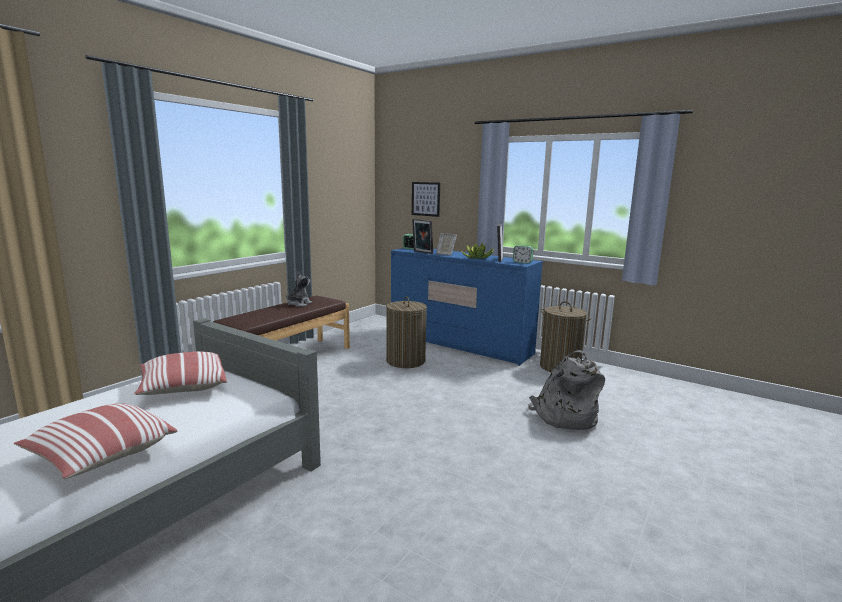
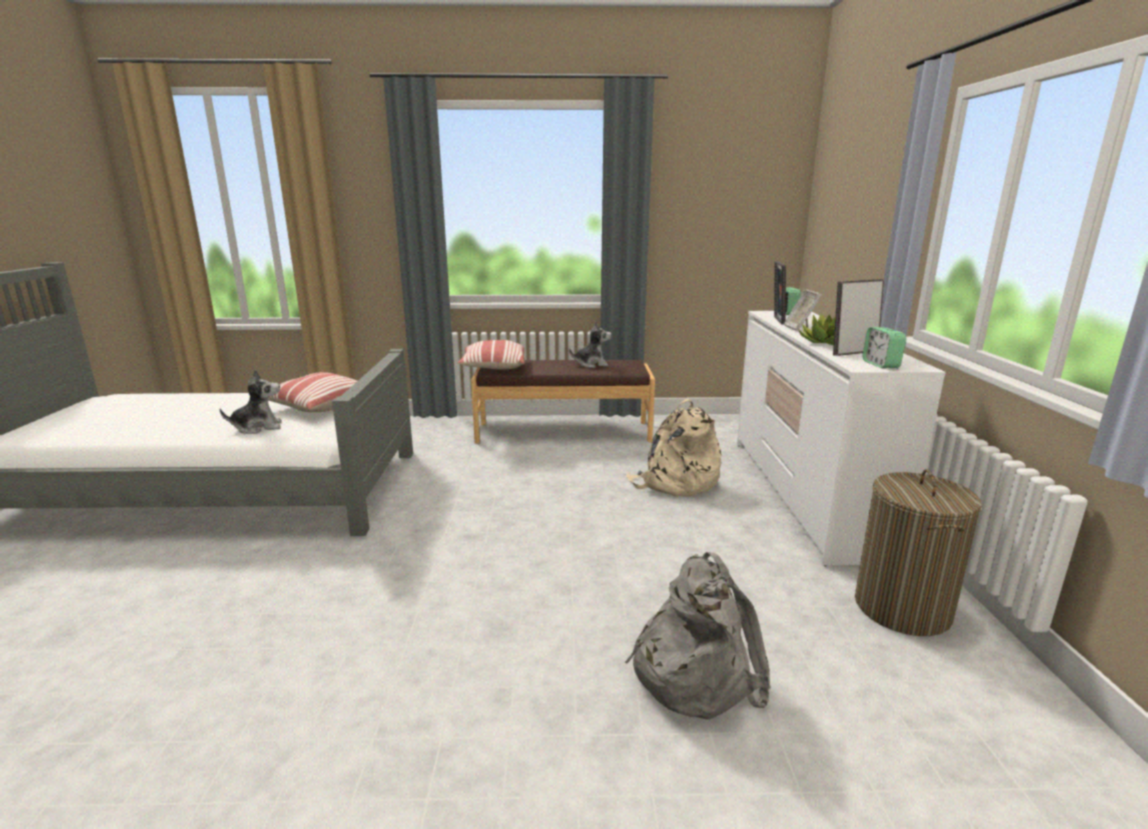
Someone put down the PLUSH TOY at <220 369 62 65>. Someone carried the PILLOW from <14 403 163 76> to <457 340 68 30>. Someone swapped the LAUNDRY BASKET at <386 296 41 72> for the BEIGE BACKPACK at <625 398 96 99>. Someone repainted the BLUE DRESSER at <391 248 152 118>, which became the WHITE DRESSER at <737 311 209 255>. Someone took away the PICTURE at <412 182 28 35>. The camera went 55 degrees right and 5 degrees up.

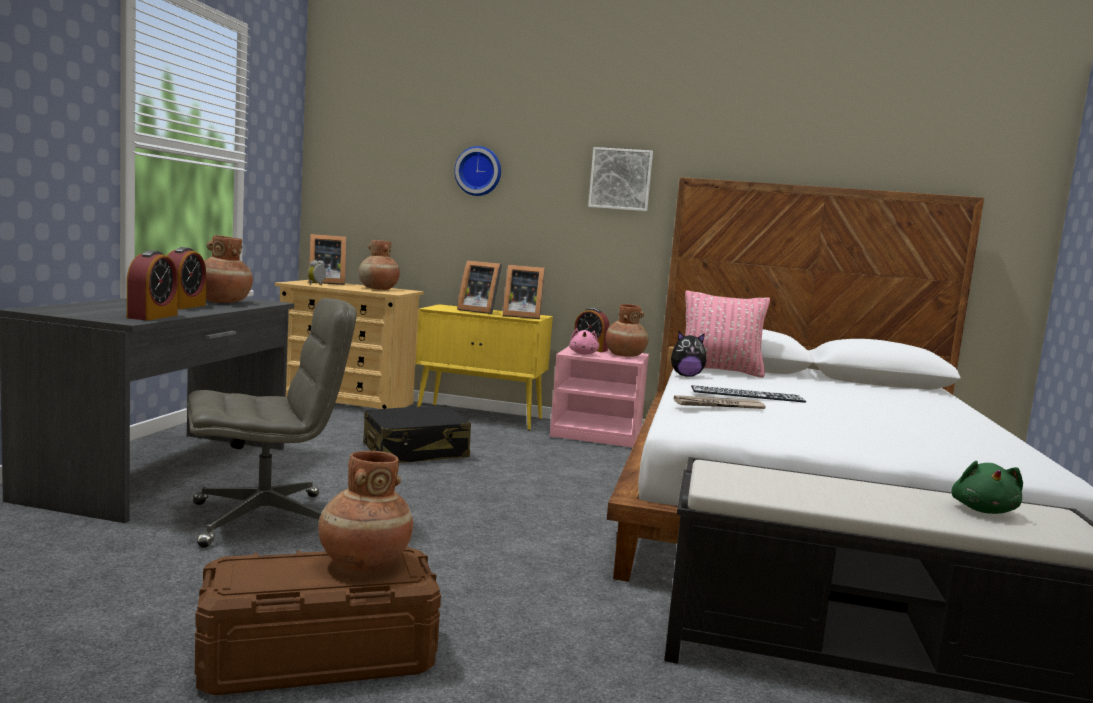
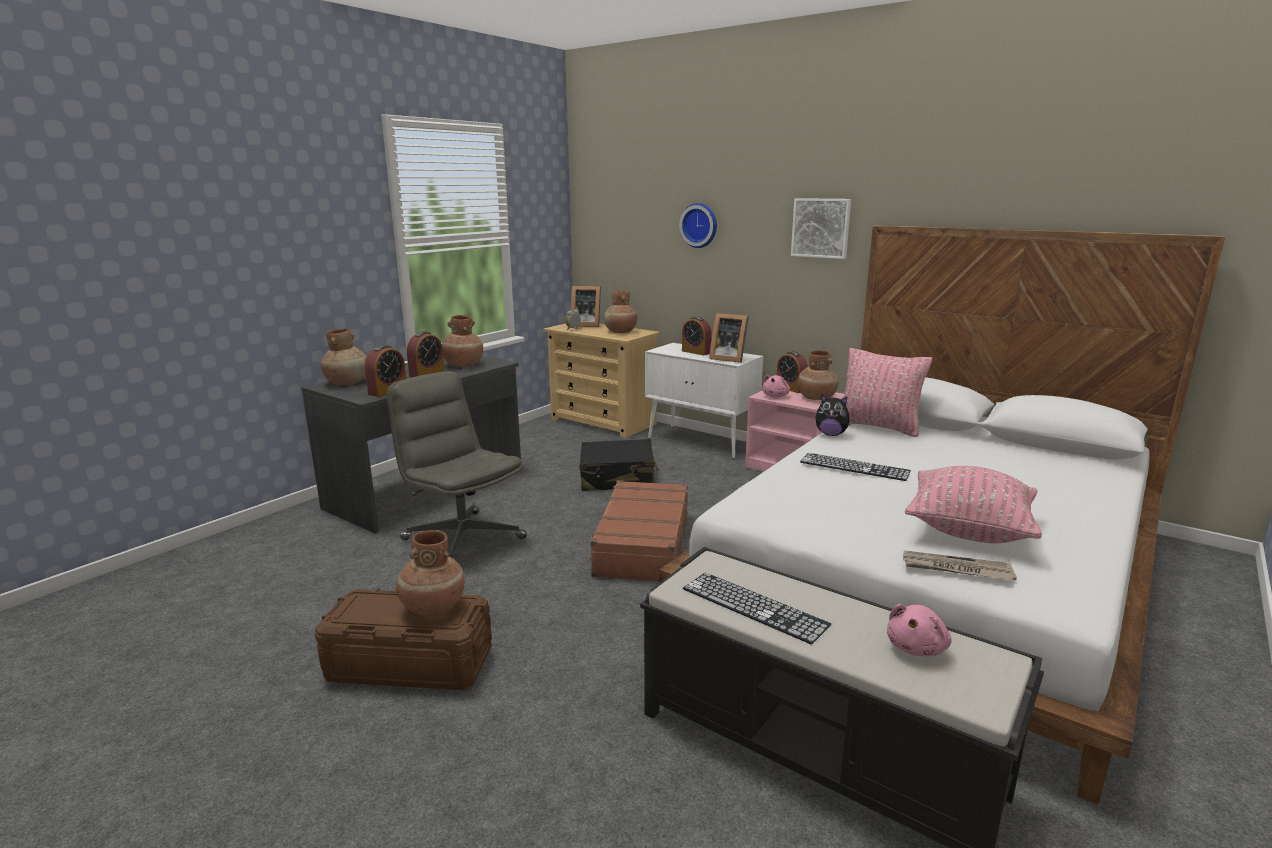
Someone put down the BROWN VASE at <321 329 46 56>. Someone rotated the GREY OFFICE CHAIR at <187 298 170 250> by 135 degrees counterclockwise. Someone put down the BROWN SUITCASE at <587 480 101 101>. Someone repainted the YELLOW CABINET at <416 304 137 126>, which became the WHITE CABINET at <645 343 118 116>. Someone swapped the PICTURE FRAME at <457 260 45 54> for the ALARM CLOCK at <682 316 30 39>. Someone put down the KEYBOARD at <683 573 148 71>. Someone repainted the GREEN PLUSH TOY at <951 460 72 54>, which became the PINK PLUSH TOY at <887 604 65 52>. Someone carried the NEWSPAPER from <674 395 92 14> to <903 551 114 29>. Someone put down the PINK PILLOW at <905 466 137 77>. The camera went 25 degrees right and 10 degrees up.

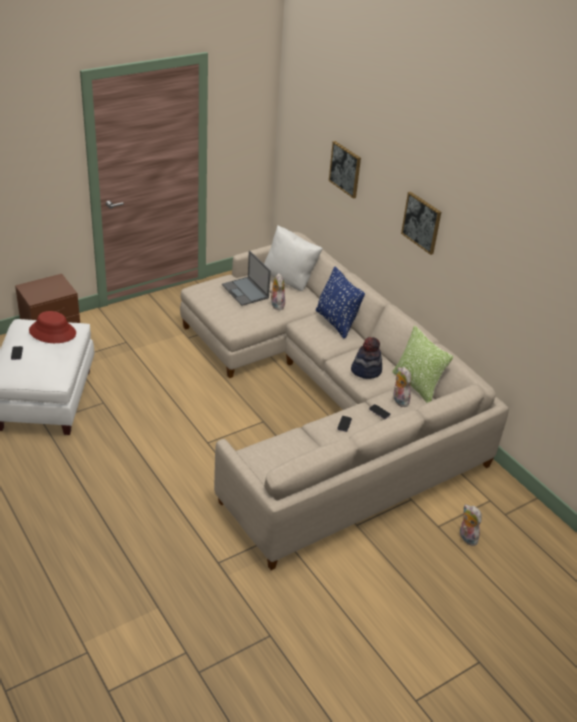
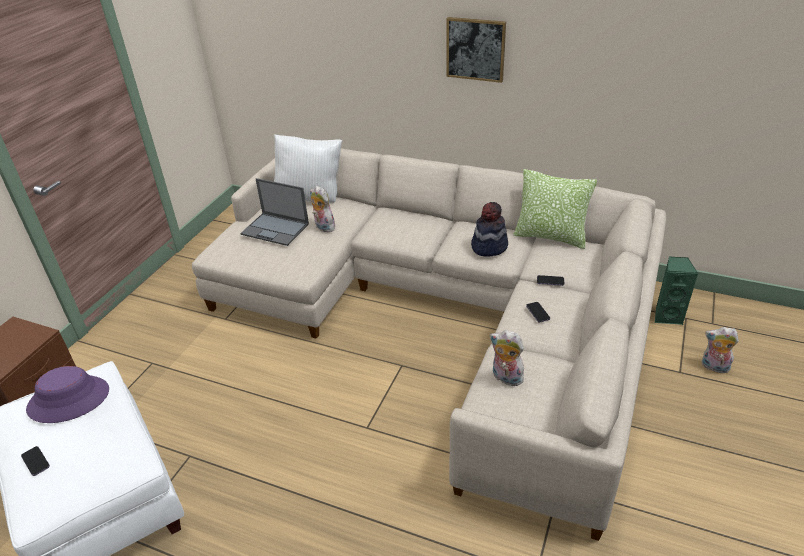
Someone repainted the RED HAT at <29 311 47 32>, which became the PURPLE HAT at <26 366 83 57>. Someone carried the PLUSH TOY from <393 367 18 40> to <490 330 34 56>. Someone put down the GREEN SPEAKER at <655 256 43 69>. Someone took away the BLUE PILLOW at <316 267 49 72>. Someone took away the PICTURE at <329 141 32 58>. The camera went 30 degrees left and 0 degrees up.

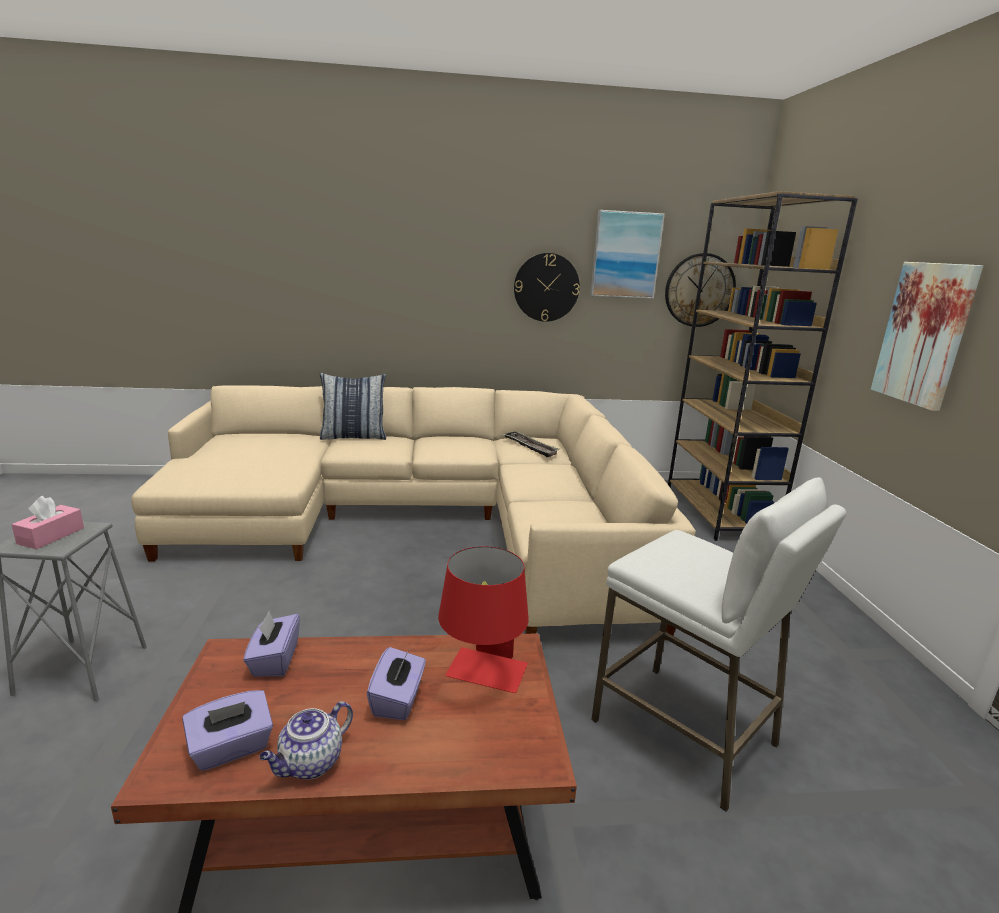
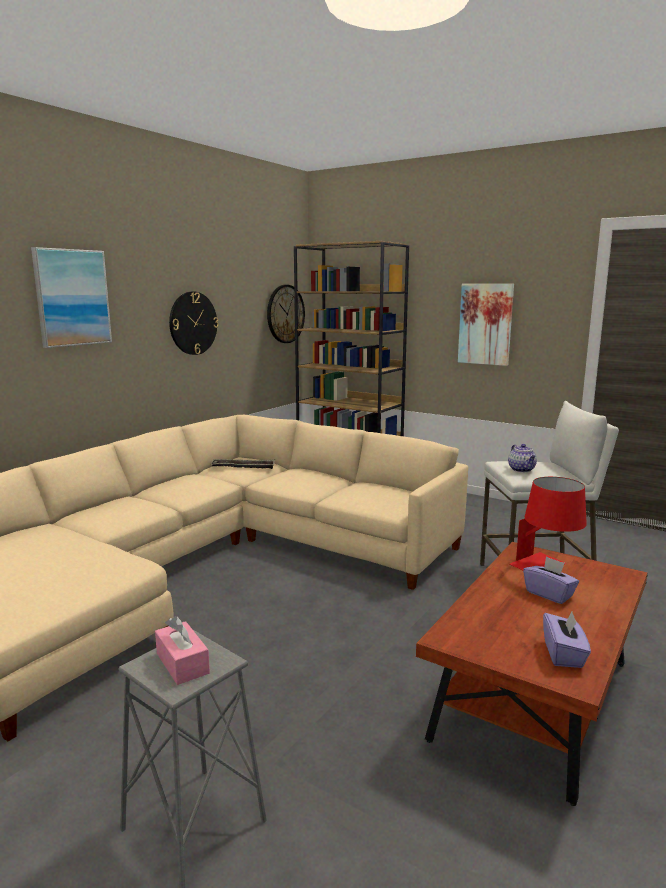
Someone carried the PICTURE from <590 210 75 89> to <31 247 81 101>. Someone carried the TEAPOT from <259 701 94 78> to <508 444 29 28>. Someone took away the PURPLE TISSUE BOX at <243 611 57 65>. Someone took away the PILLOW at <320 373 66 67>. The camera went 50 degrees left and 5 degrees down.

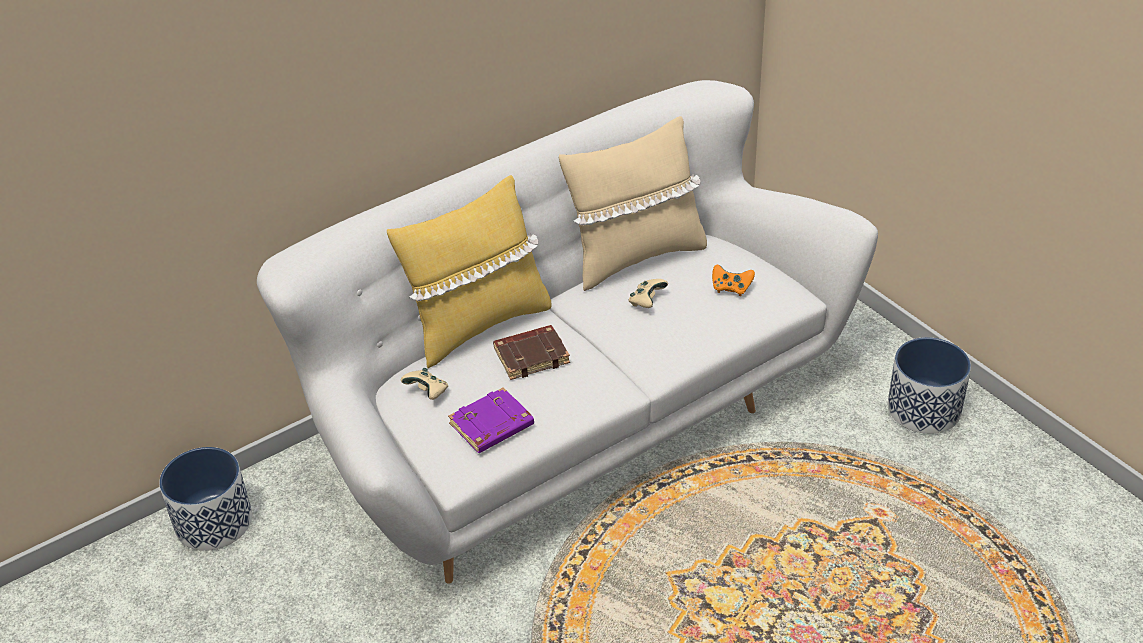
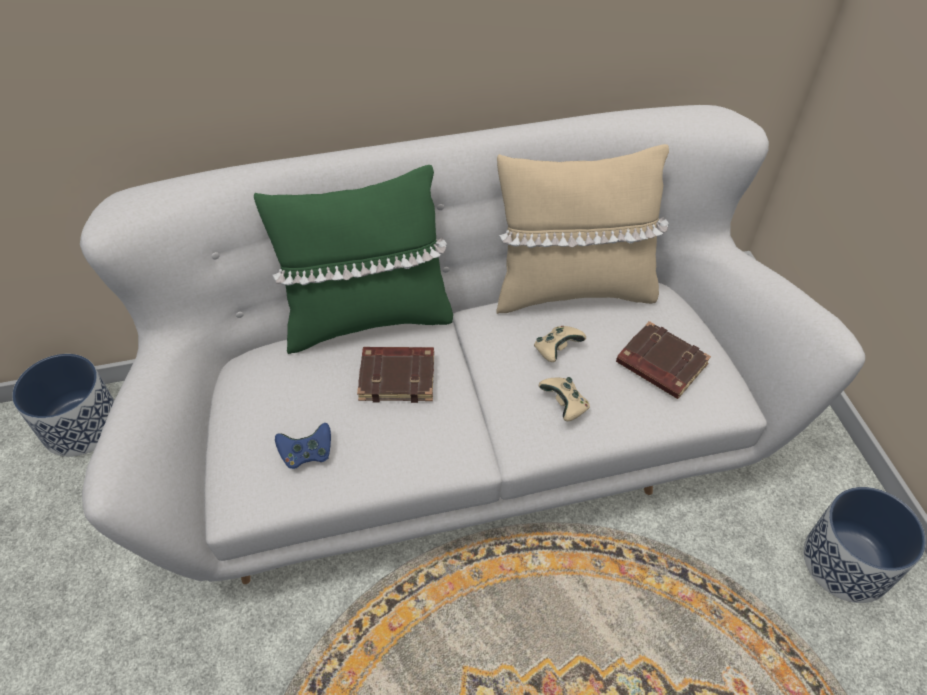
Someone repainted the YELLOW PILLOW at <387 175 165 193>, which became the GREEN PILLOW at <254 165 199 189>. Someone swapped the PURPLE BOOK at <448 387 86 66> for the BLUE GAME CONTROLLER at <275 423 56 46>. Someone carried the BEIGE GAME CONTROLLER from <401 368 48 32> to <539 377 51 44>. Someone swapped the ORANGE GAME CONTROLLER at <712 264 43 32> for the BROWN BOOK at <616 321 95 78>. The camera went 20 degrees right and 10 degrees up.

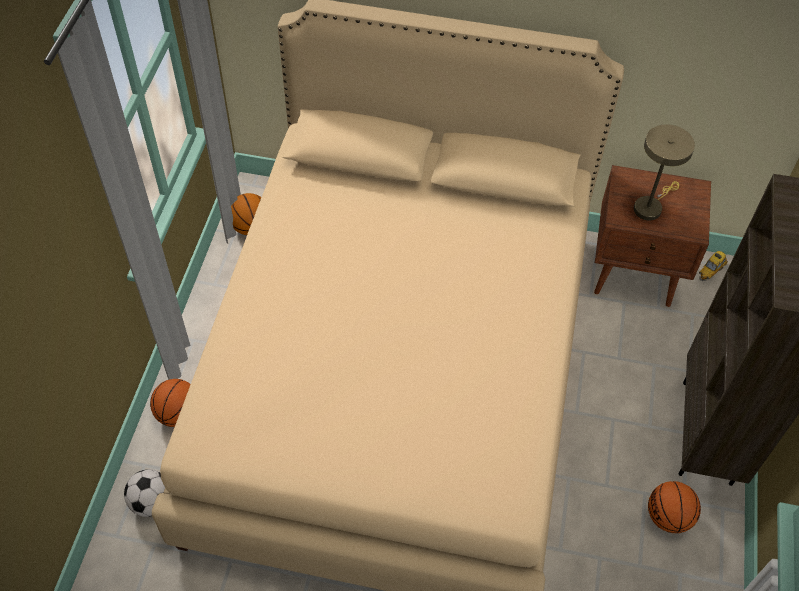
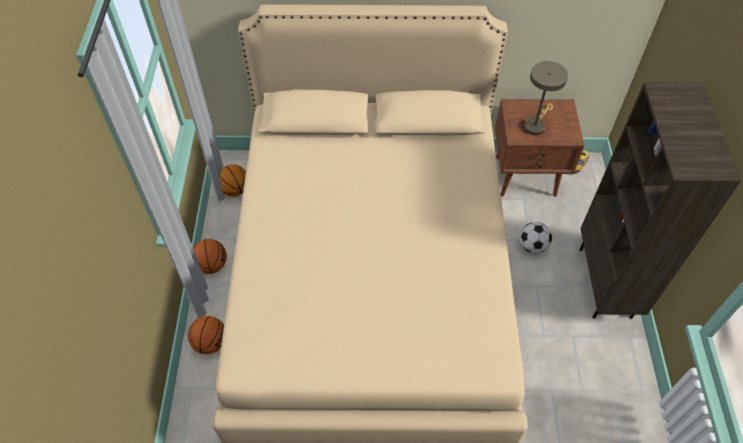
Someone carried the BASKETBALL from <648 481 53 52> to <193 239 34 35>. Someone carried the FOOTBALL from <124 469 41 48> to <520 222 32 31>. The camera went 10 degrees left and 0 degrees up.

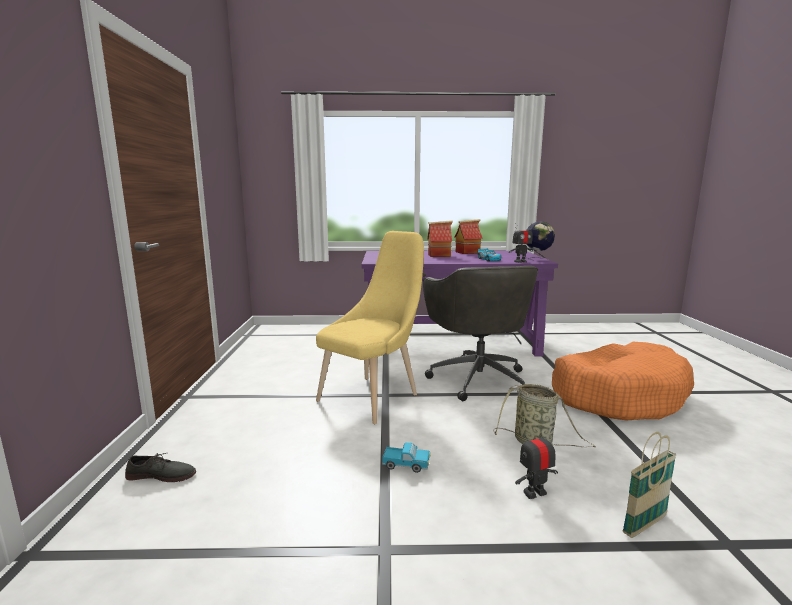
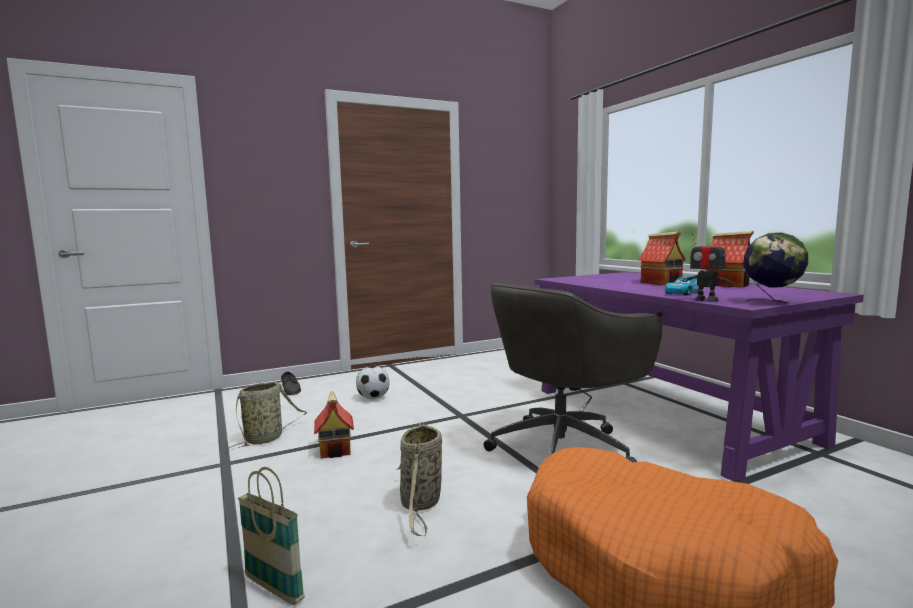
Someone put down the BASKET at <228 382 80 67>. Someone swapped the TOY TRUCK at <382 442 49 31> for the TOY HOUSE at <314 391 40 67>. Someone put down the FOOTBALL at <356 366 34 33>. Someone took away the YELLOW CHAIR at <316 231 108 193>. Someone took away the TOY ROBOT at <515 427 43 72>. The camera went 65 degrees right and 5 degrees down.

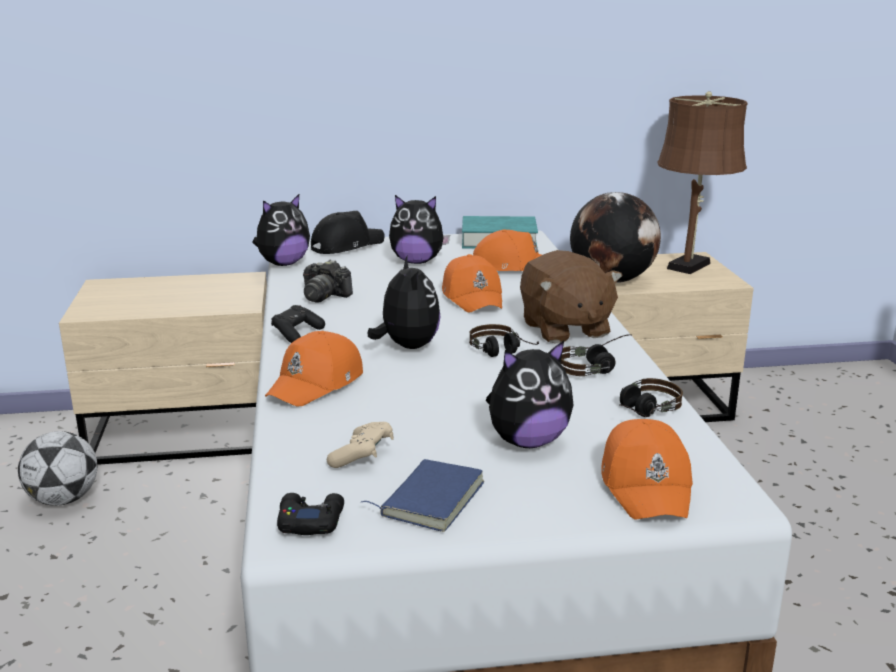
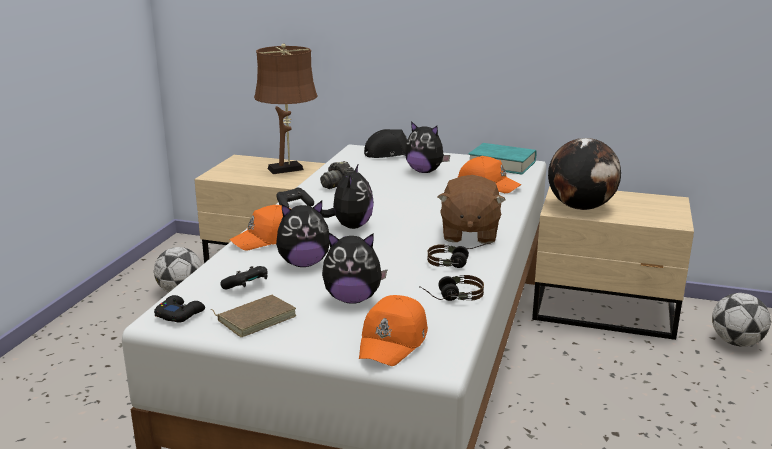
Someone repainted the BLUE BOOK at <360 459 124 73>, which became the BROWN BOOK at <211 295 85 42>. Someone repainted the BEIGE GAME CONTROLLER at <327 422 67 46>, which became the BLACK GAME CONTROLLER at <220 266 48 23>. Someone carried the BROWN TABLE LAMP from <657 91 91 183> to <254 43 64 131>. Someone carried the PLUSH TOY from <252 194 58 72> to <276 201 54 66>. Someone put down the FOOTBALL at <712 293 59 54>. Someone took away the ORANGE CAP at <442 254 60 59>. Someone took away the HEADPHONES at <469 324 70 33>. The camera went 25 degrees right and 0 degrees up.

